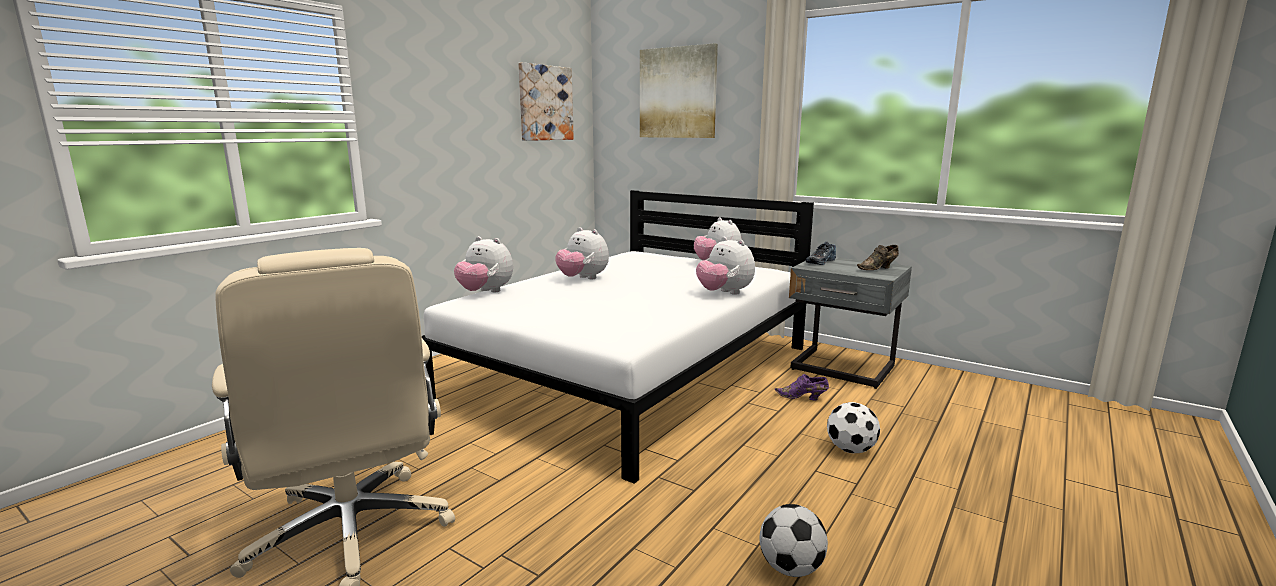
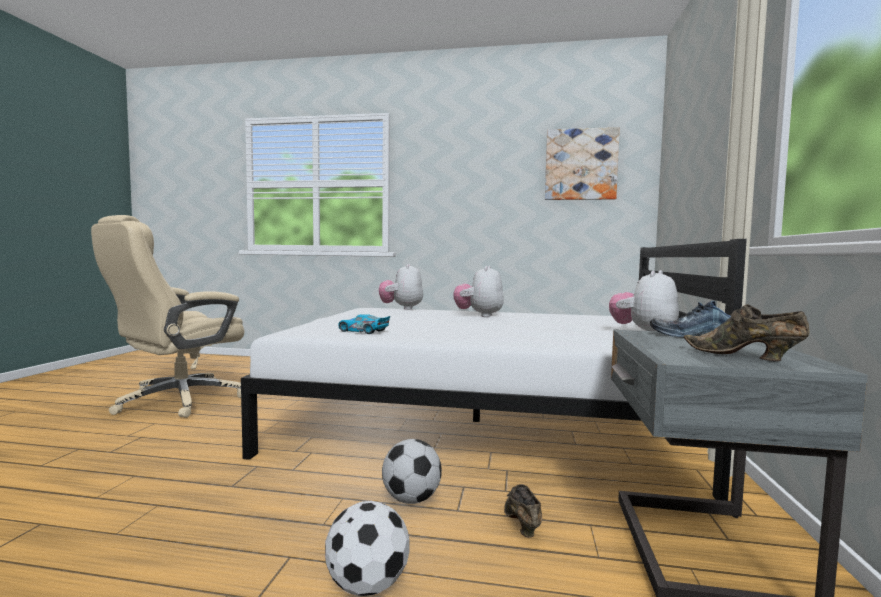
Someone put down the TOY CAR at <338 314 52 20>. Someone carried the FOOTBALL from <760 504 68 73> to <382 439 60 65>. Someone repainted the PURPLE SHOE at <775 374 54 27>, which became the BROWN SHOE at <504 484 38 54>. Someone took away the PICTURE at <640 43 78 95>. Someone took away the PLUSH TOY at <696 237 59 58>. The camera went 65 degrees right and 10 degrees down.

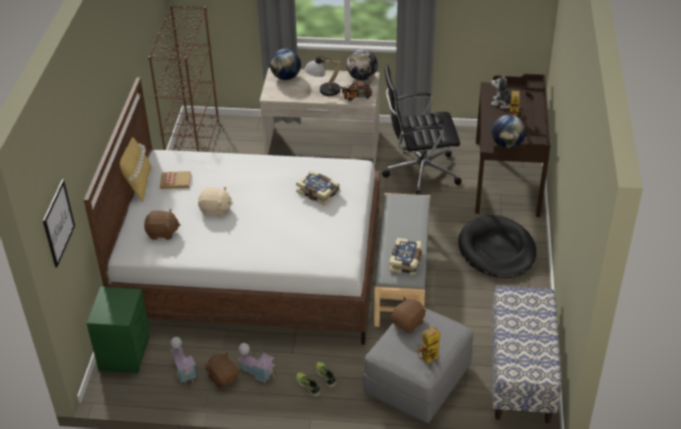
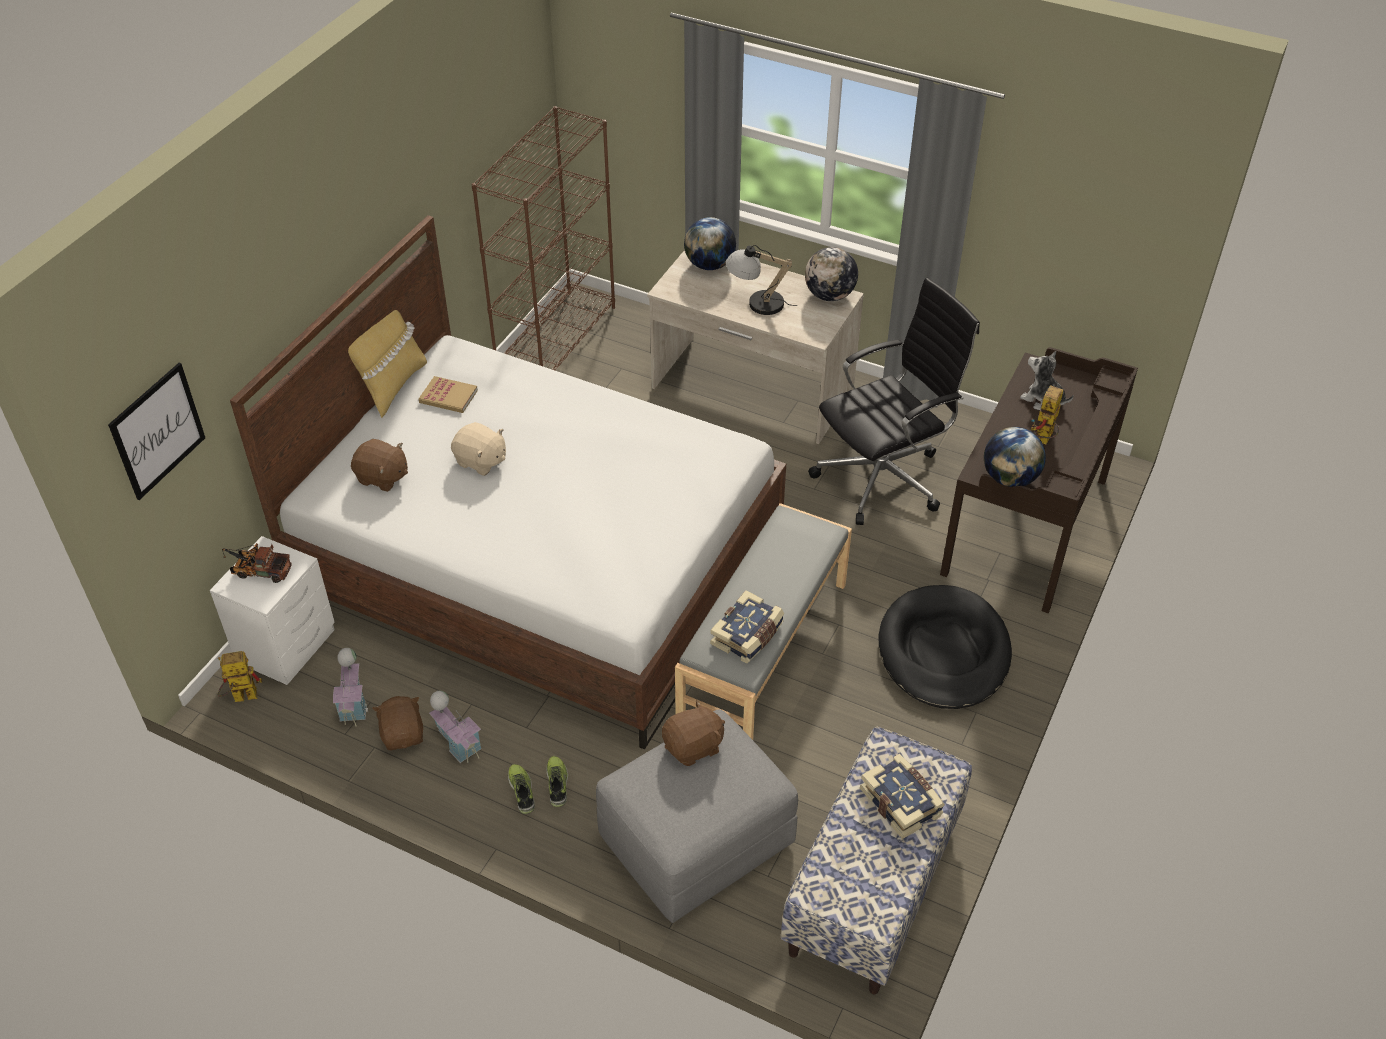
Someone repainted the GREEN NIGHTSTAND at <86 286 64 87>, which became the WHITE NIGHTSTAND at <210 536 125 149>. Someone carried the TOY ROBOT from <416 326 24 38> to <217 651 45 51>. Someone carried the TOY TRUCK from <339 81 33 20> to <222 543 70 40>. Someone rotated the BLACK OFFICE CHAIR at <382 64 80 131> by 135 degrees clockwise. Someone carried the BOOK from <296 171 44 35> to <860 754 85 85>. The camera went 20 degrees right and 5 degrees up.

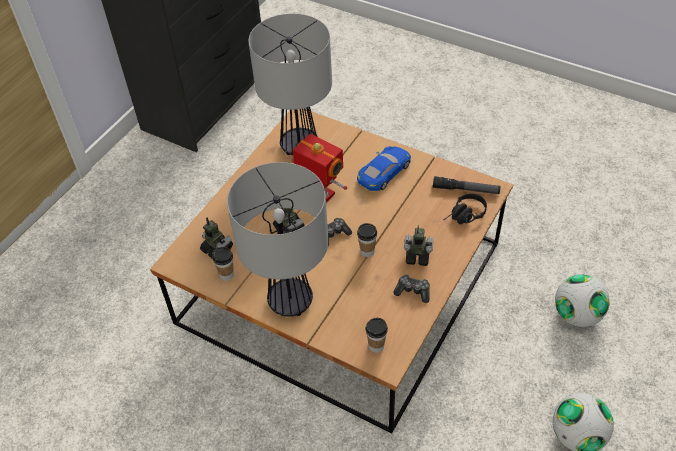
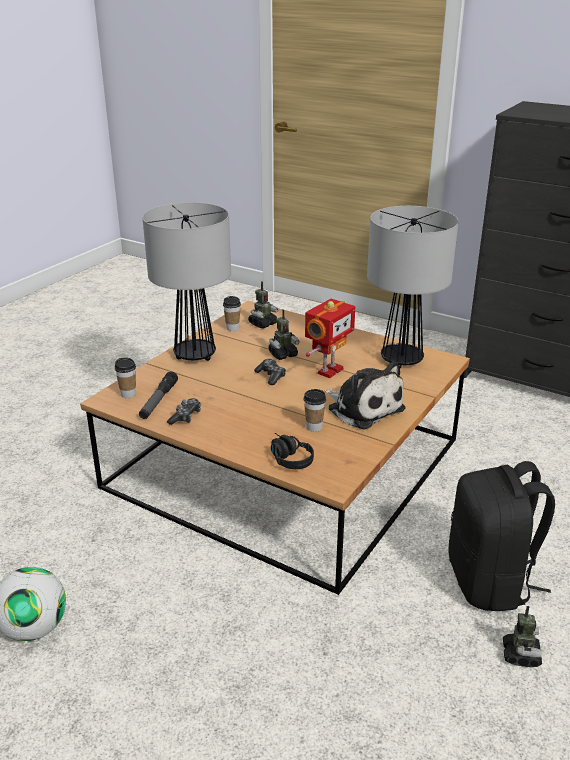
Someone carried the FLASHLIGHT from <433 176 68 18> to <139 371 39 48>. Someone carried the CUP from <357 223 20 34> to <304 389 22 43>. Someone swapped the BLUE TOY CAR at <357 146 54 45> for the PLUSH TOY at <324 361 82 69>. Someone put down the BLACK BACKPACK at <448 461 107 150>. Someone carried the TOY ROBOT from <404 225 29 41> to <503 606 39 61>. Someone took away the FOOTBALL at <555 275 55 52>. The camera went 90 degrees right and 20 degrees down.

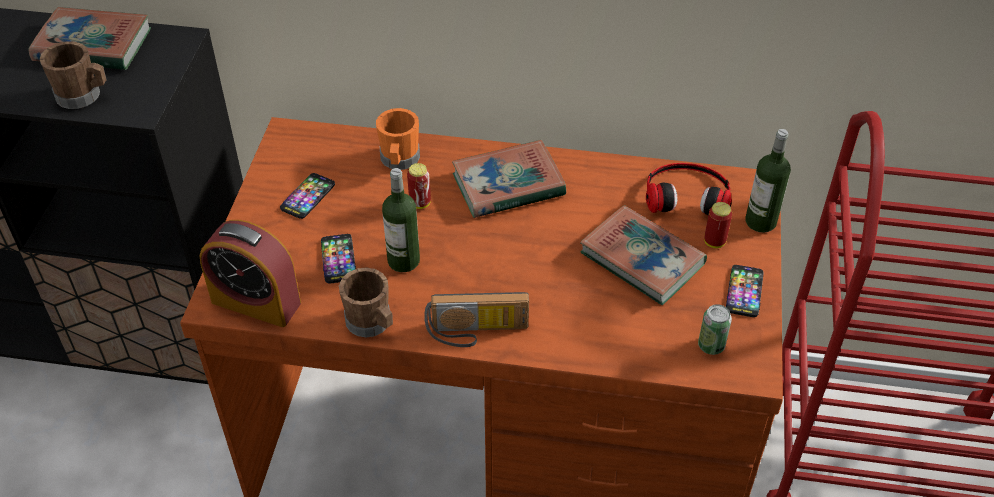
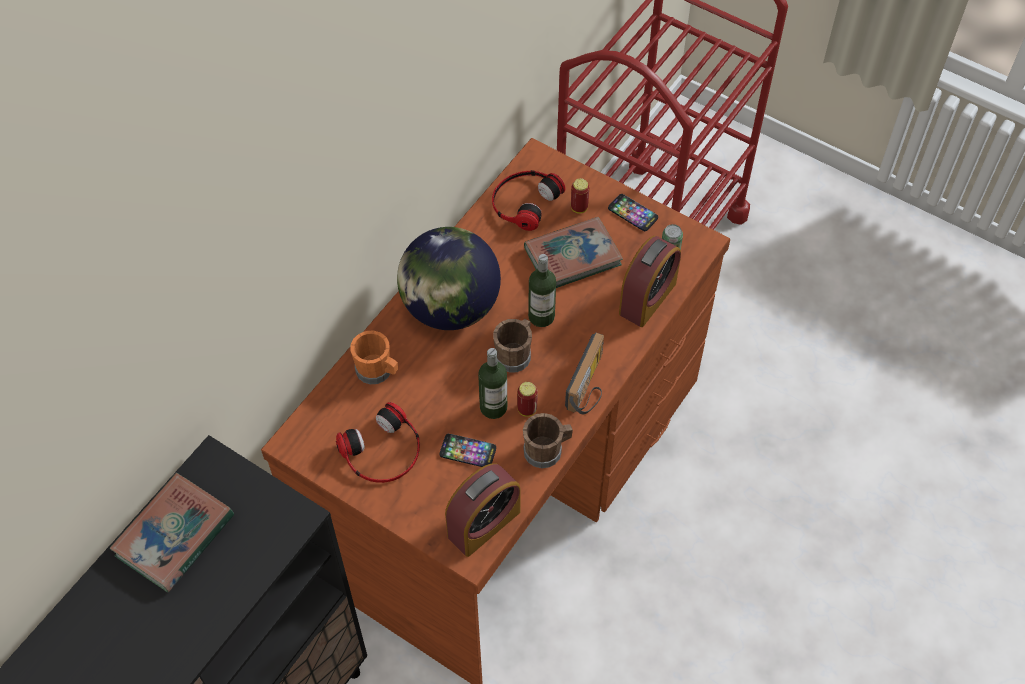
Someone swapped the PHONE at <280 173 55 46> for the HEADPHONES at <336 402 84 81>. Someone swapped the BOOK at <452 140 114 78> for the GLOBE at <397 227 104 103>. Someone carried the BROWN MUG from <40 41 66 68> to <493 319 39 54>. Someone carried the CAN from <407 163 24 46> to <517 382 21 35>. Someone carried the BOTTLE from <745 129 46 103> to <528 254 28 73>. Someone put down the ALARM CLOCK at <619 236 62 91>. The camera went 65 degrees left and 10 degrees up.

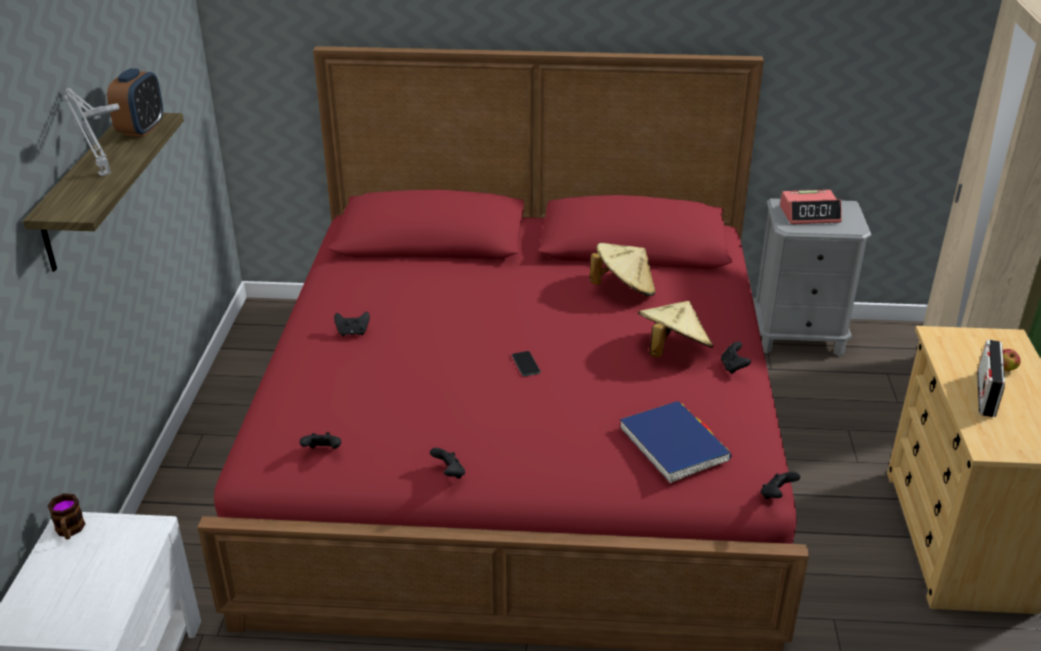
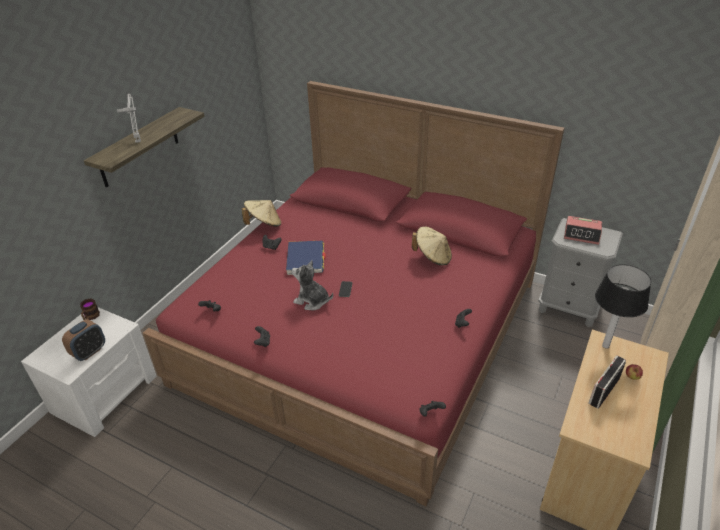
Someone carried the ALARM CLOCK from <107 68 56 69> to <62 319 43 42>. Someone carried the BEIGE HAT from <638 301 75 56> to <242 200 39 27>. Someone carried the BLUE BOOK from <620 401 112 82> to <286 241 40 34>. Someone put down the PLUSH TOY at <291 260 42 50>. Someone put down the TABLE LAMP at <595 264 56 85>. The camera went 25 degrees right and 5 degrees up.

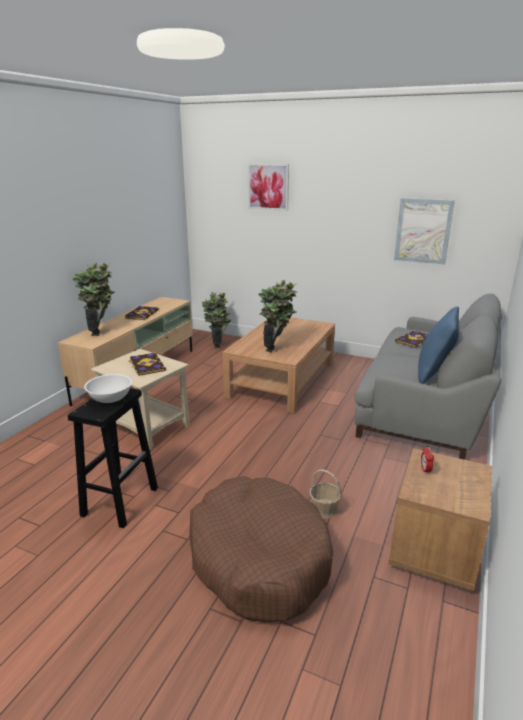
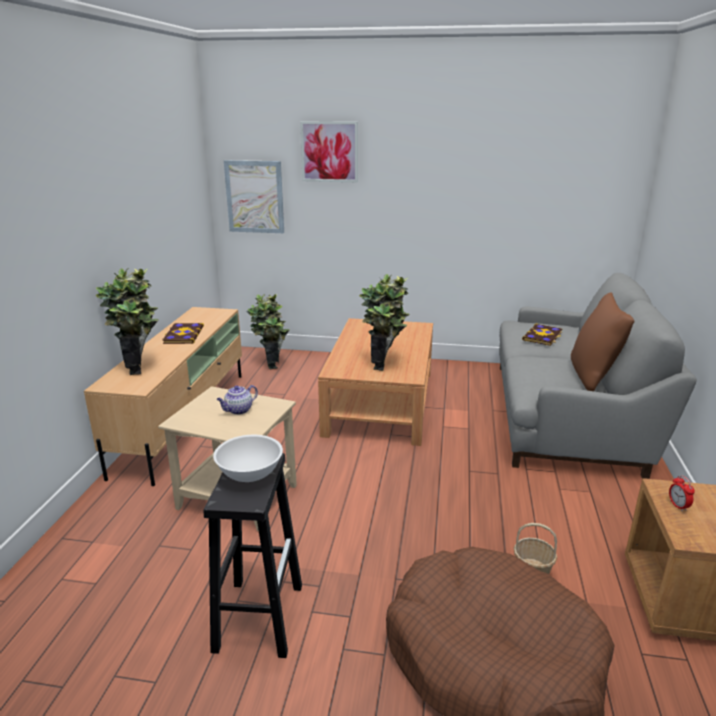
Someone swapped the BOOK at <128 352 38 24> for the TEAPOT at <217 385 41 30>. Someone carried the PICTURE from <394 198 61 66> to <224 160 60 73>. Someone repainted the BLUE PILLOW at <418 306 41 78>, which became the BROWN PILLOW at <571 292 63 99>. The camera went 15 degrees left and 0 degrees up.

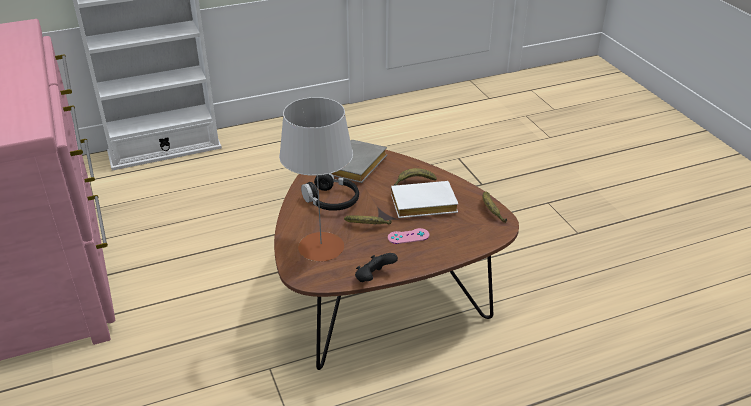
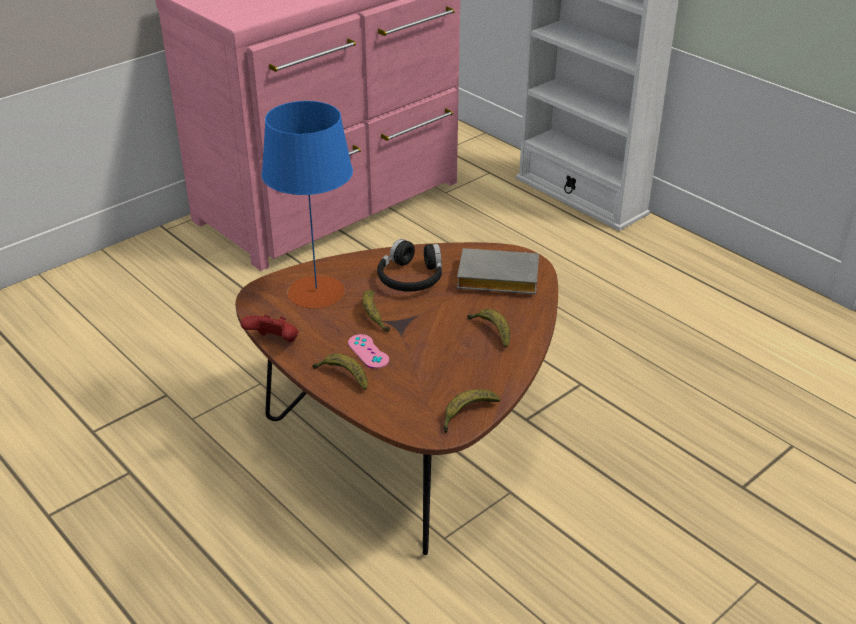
Someone repainted the BLACK GAME CONTROLLER at <355 253 43 29>, which became the RED GAME CONTROLLER at <240 315 58 27>. Someone repainted the GREY TABLE LAMP at <279 97 74 165>, which became the BLUE TABLE LAMP at <262 101 91 207>. Someone put down the BANANA at <312 353 56 38>. Someone took away the WHITE BOOK at <391 181 67 37>. The camera went 70 degrees right and 0 degrees up.

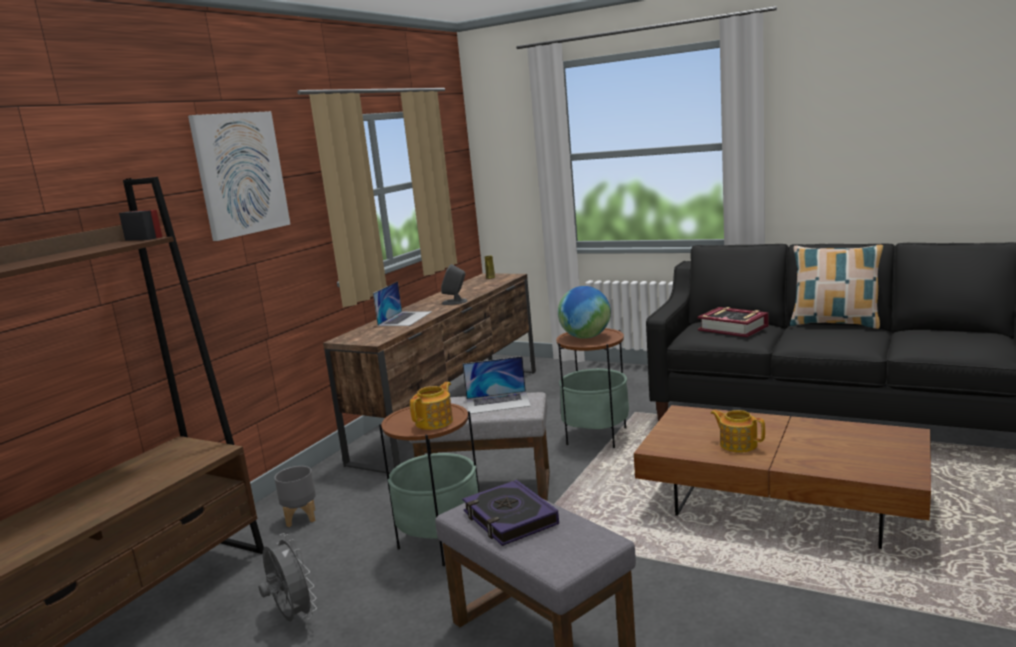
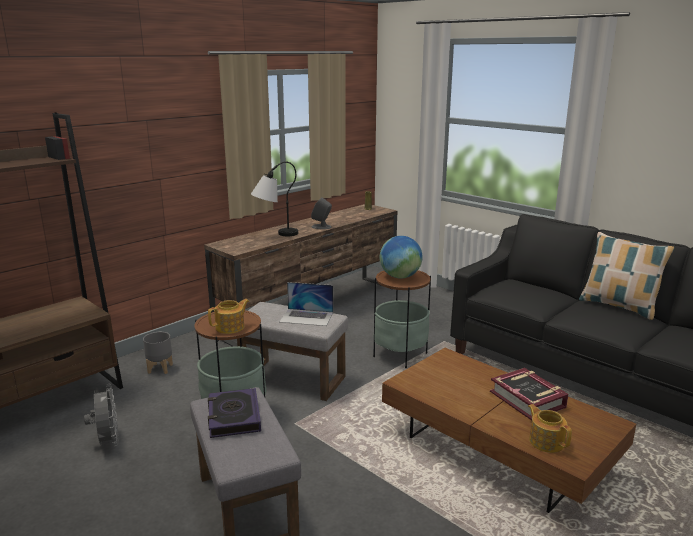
Someone swapped the LAPTOP at <373 281 59 45> for the TABLE LAMP at <251 161 47 75>. Someone carried the BOOK from <697 307 72 30> to <490 368 78 53>. Someone carried the TEAPOT from <711 410 54 42> to <528 404 44 49>. Someone took away the PICTURE at <188 111 103 130>. The camera went 15 degrees right and 5 degrees up.

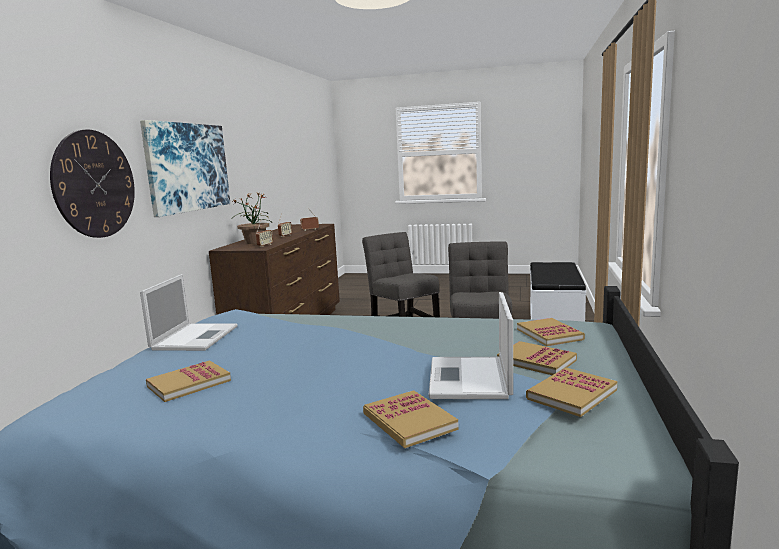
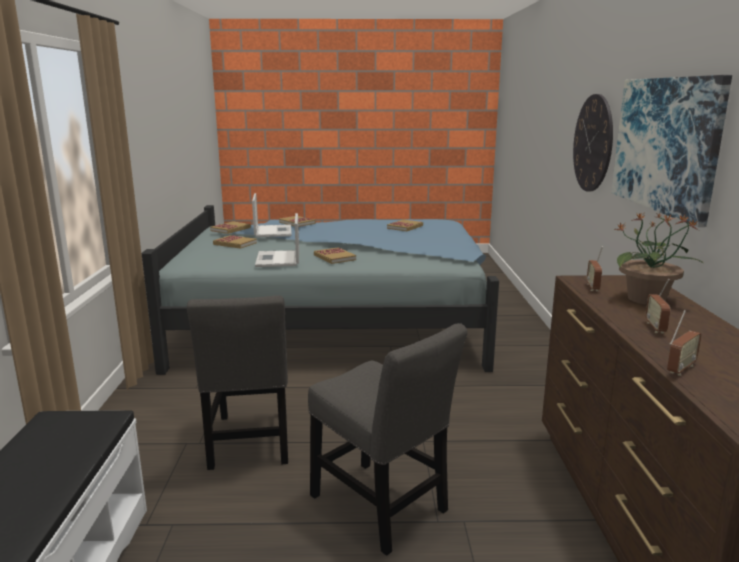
Someone carried the LAPTOP from <140 274 98 77> to <255 213 44 54>. Someone carried the BOOK from <517 318 68 28> to <314 247 42 17>. The camera went 165 degrees right and 5 degrees up.

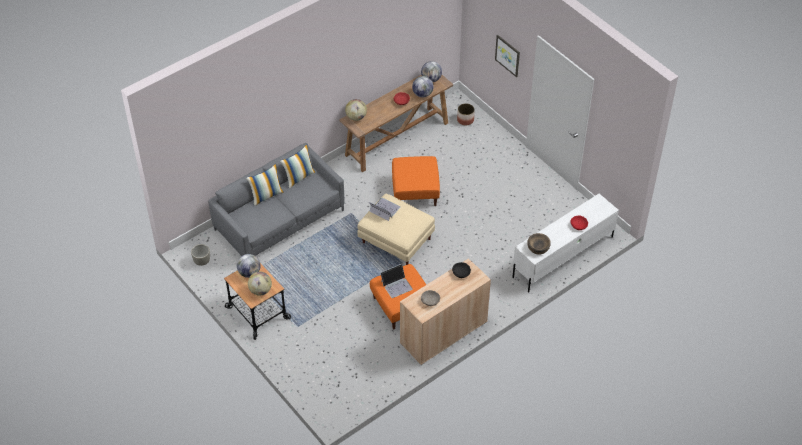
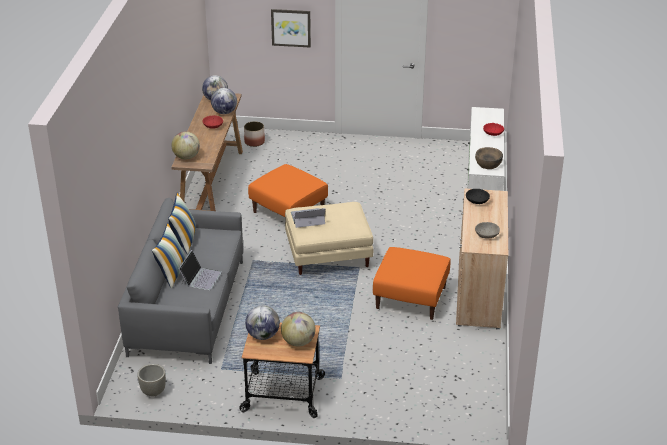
Someone carried the LAPTOP from <380 264 33 34> to <179 250 43 40>. The camera went 45 degrees left and 15 degrees down.

